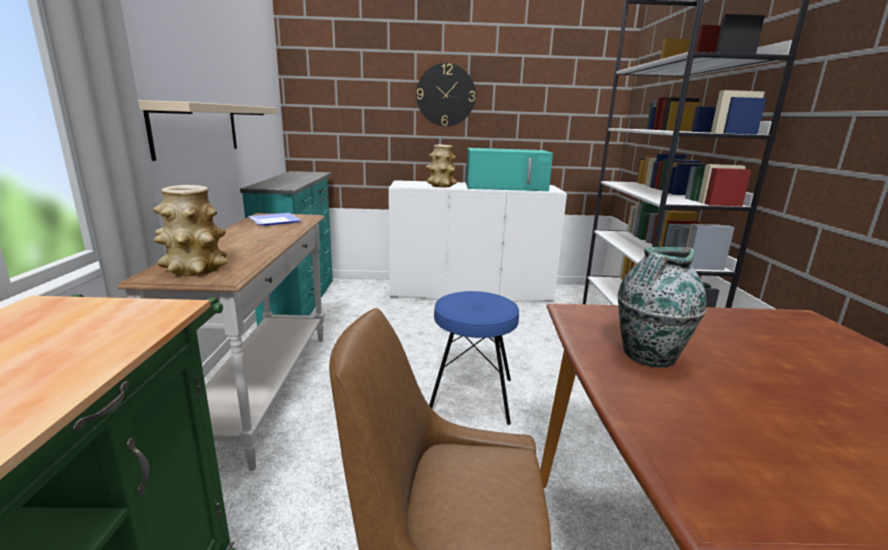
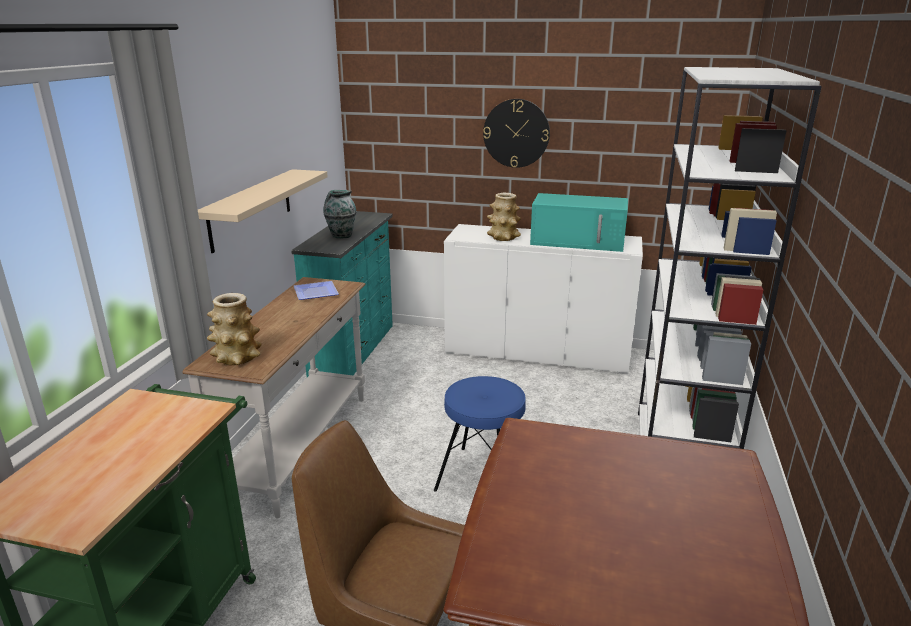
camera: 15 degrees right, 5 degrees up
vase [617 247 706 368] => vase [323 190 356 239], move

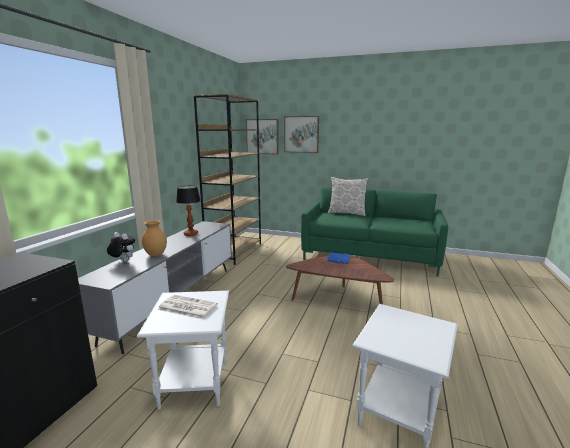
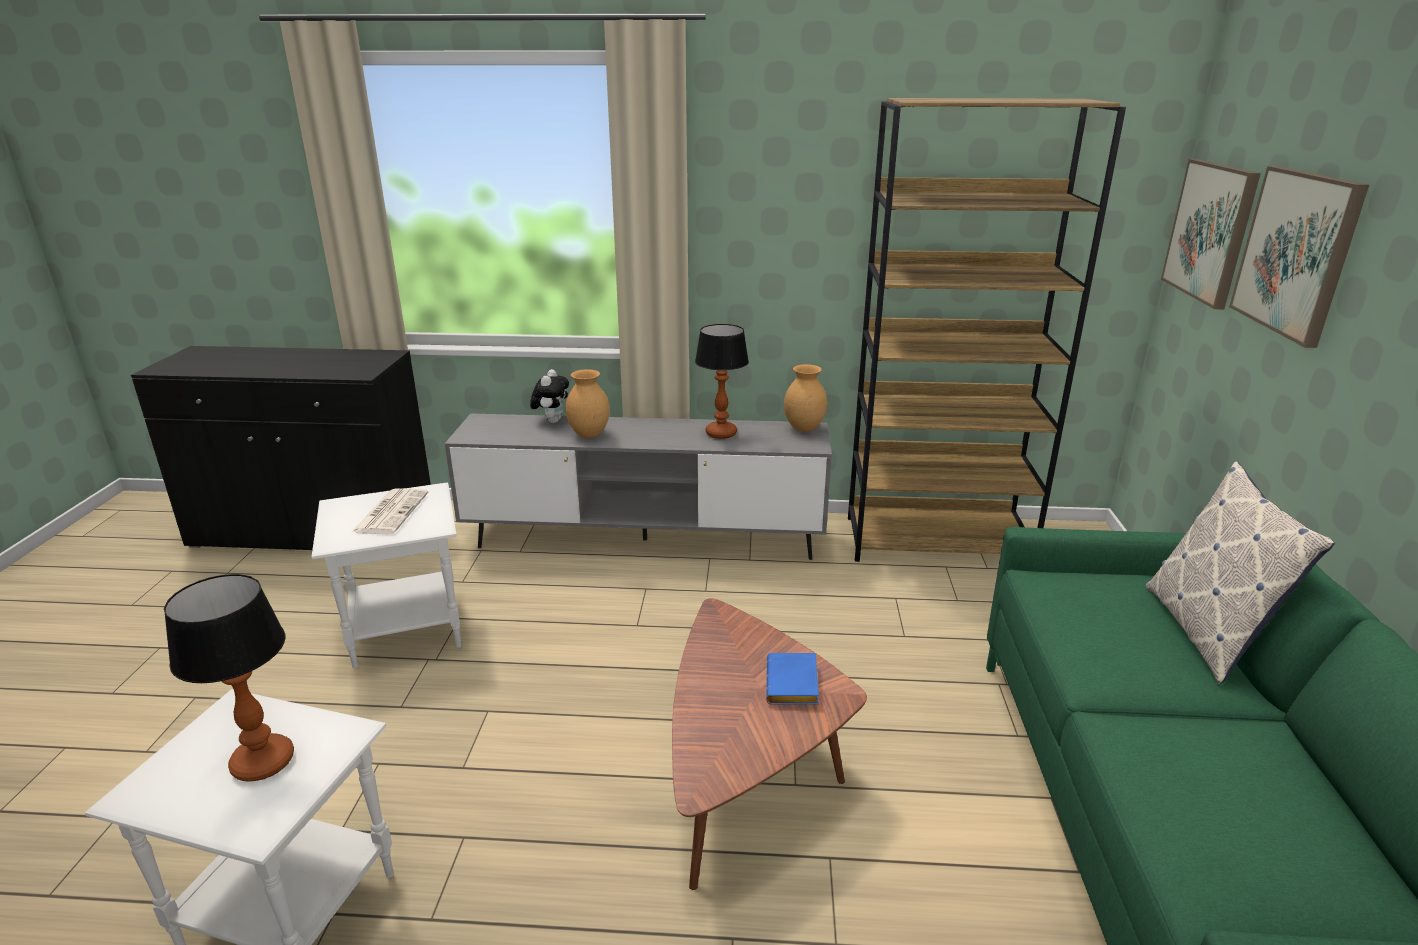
camera: 75 degrees right, 10 degrees up
nothing => lampe de table [164 574 294 782]
nothing => vase [marron] [784 364 827 432]

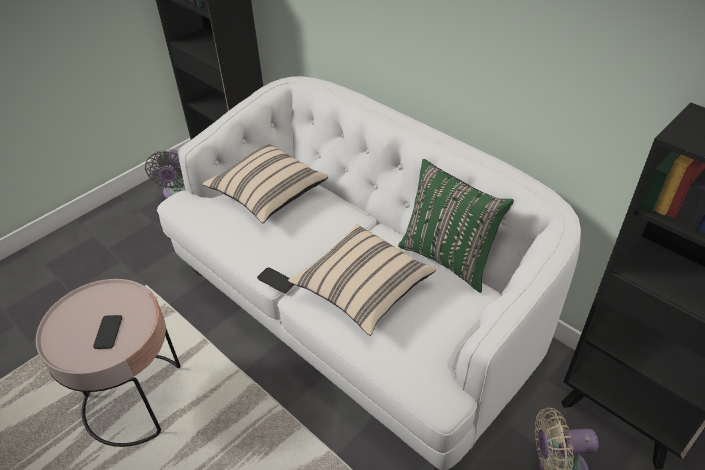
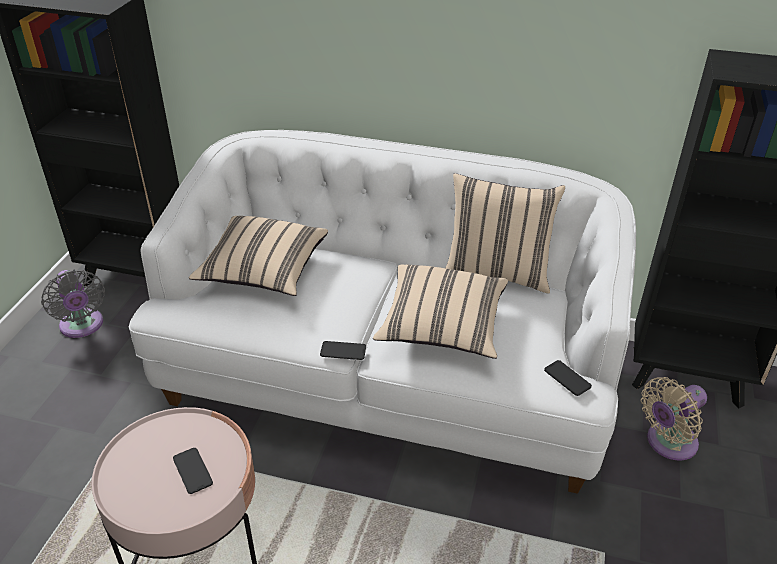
camera: 30 degrees left, 5 degrees down
coussin [vert] [398 159 514 293] => coussin [beige] [446 173 565 294]
nothing => téléphone [544 360 592 396]

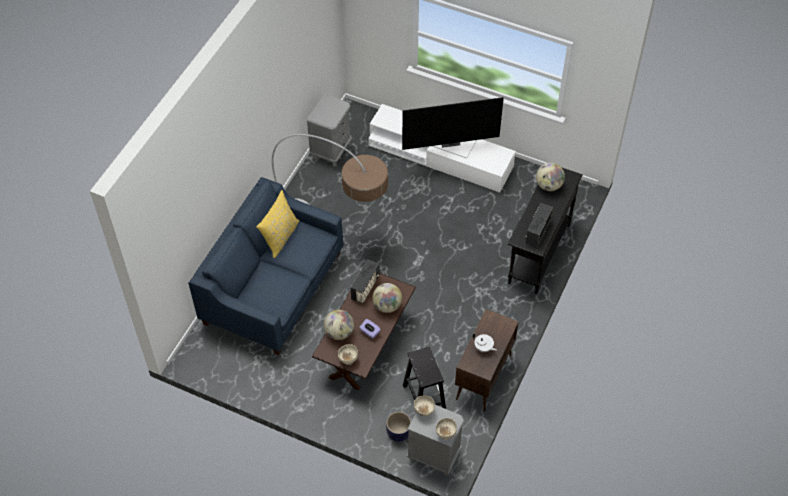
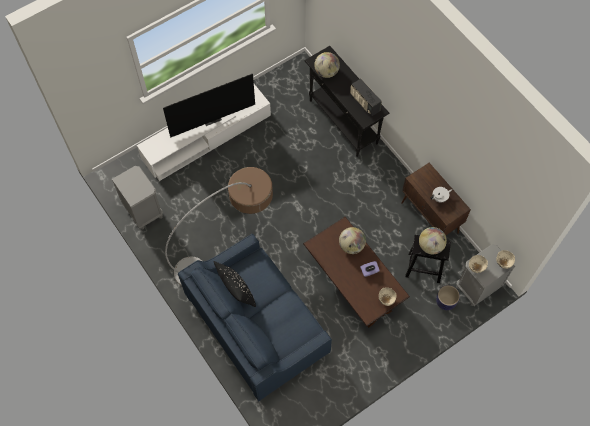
camera: 60 degrees left, 10 degrees up
téléviseur [402 97 504 150] => téléviseur [163 74 255 138], 45 degrees clockwise
coussin [jaune] [256 190 299 258] => coussin [noir] [213 261 256 307]
globe [324 310 354 340] => globe [419 227 447 254], move
radio [351 259 380 304] => nothing

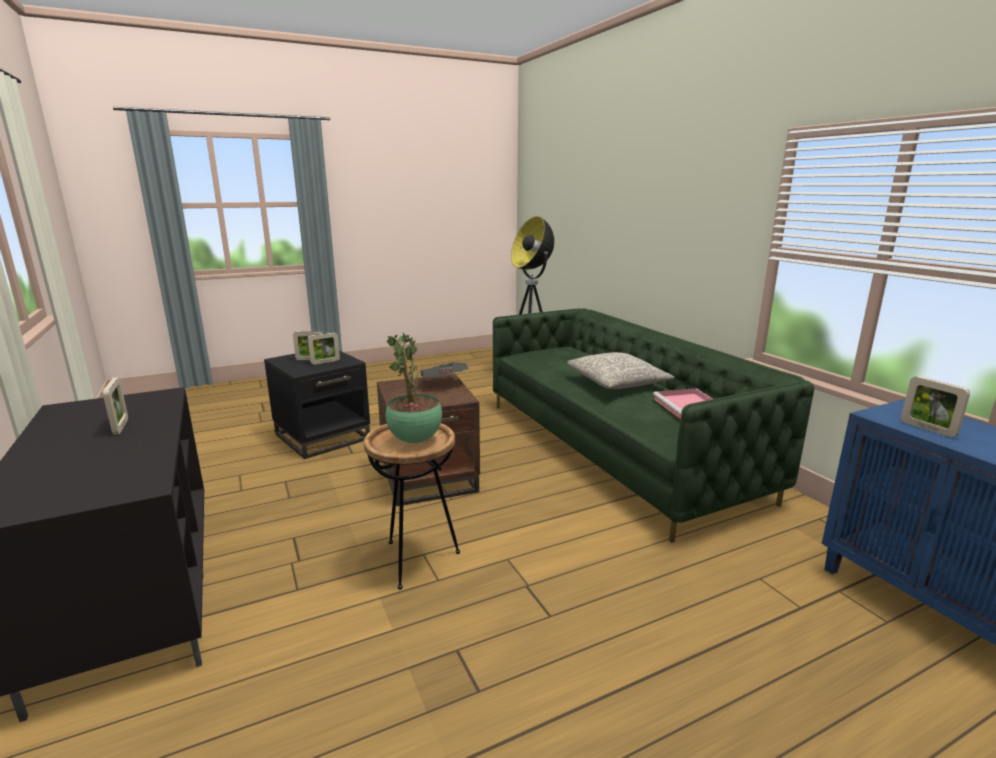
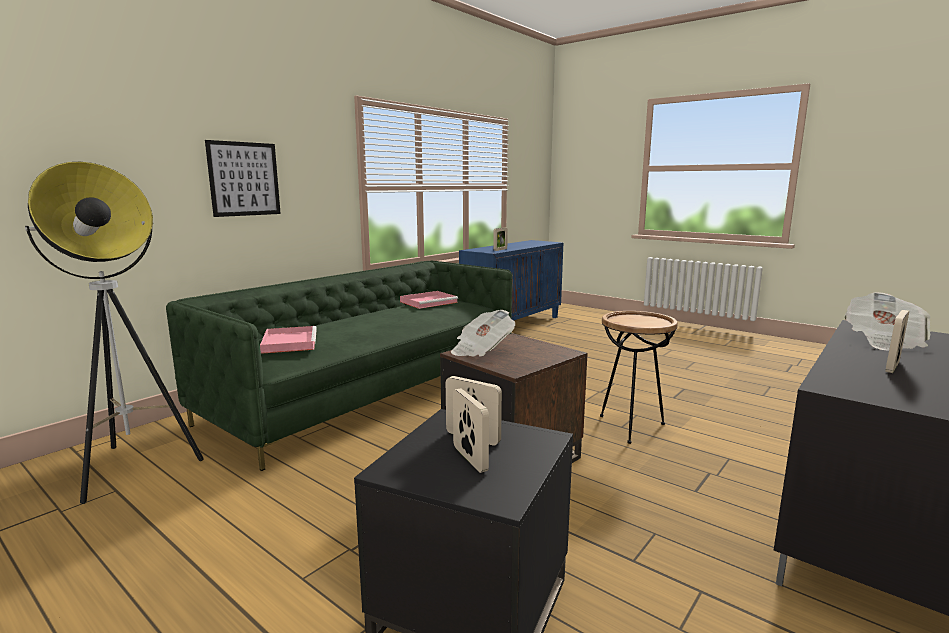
camera: 115 degrees left, 5 degrees down
nothing => tableau [205 140 281 217]
nothing => plateau [rose] [260 326 317 354]
nothing => journal [844 292 930 351]
plante en pot [386 333 442 443] => nothing
coussin [gris] [567 352 675 389] => nothing

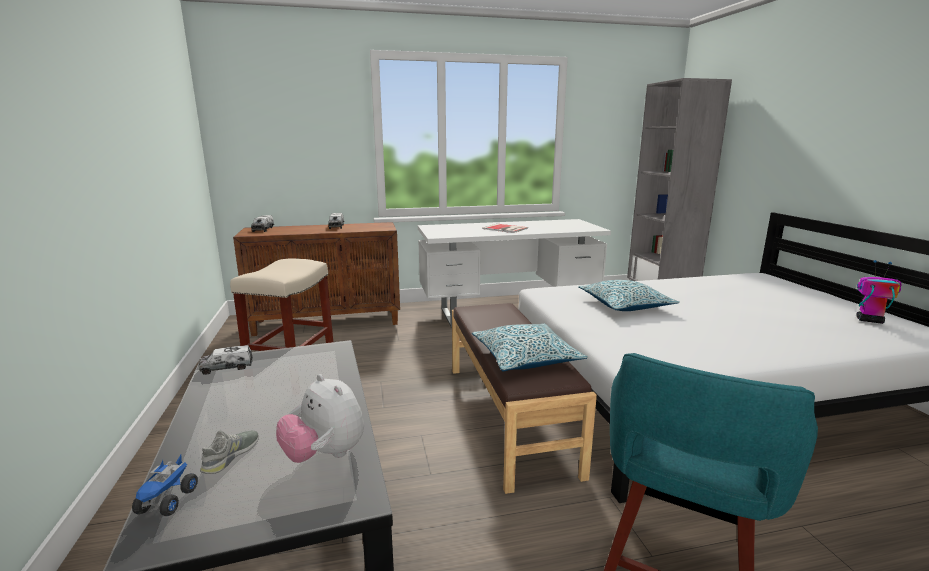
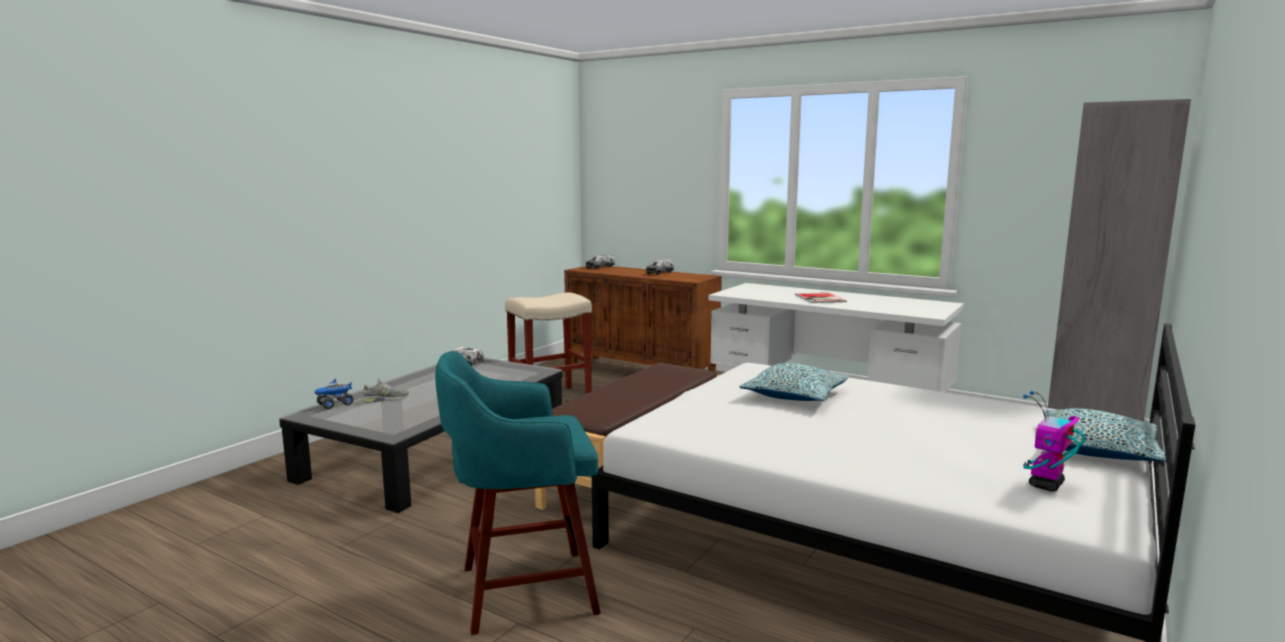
camera: 45 degrees right, 5 degrees down
robot jouet [856 260 902 324] => robot jouet [1023 391 1085 491], 120 degrees counterclockwise
coussin [472 324 588 372] => coussin [1043 408 1166 462], move
peluche [276 374 364 463] => nothing

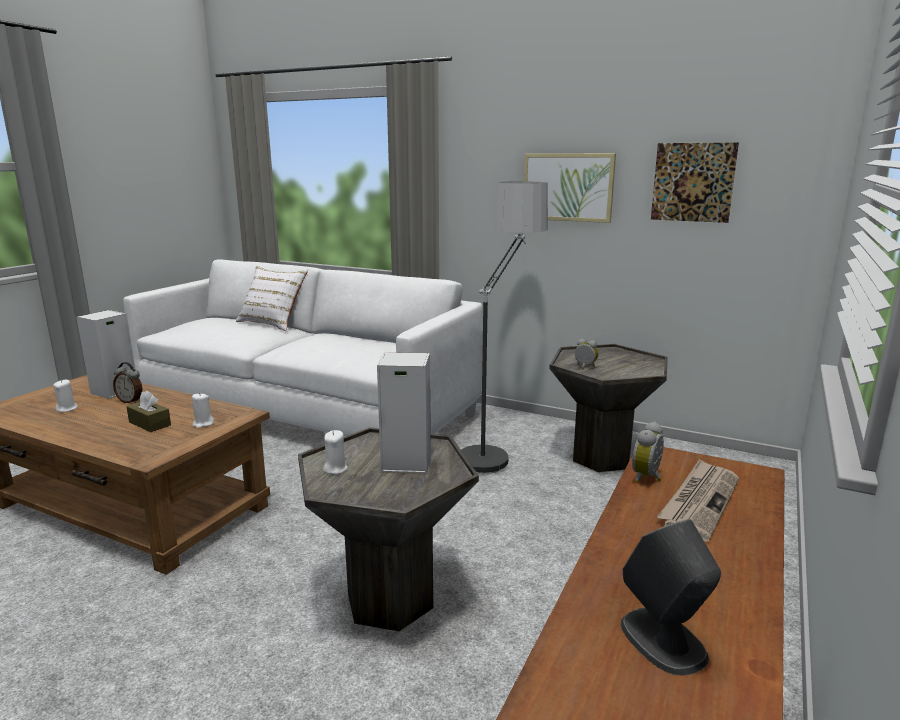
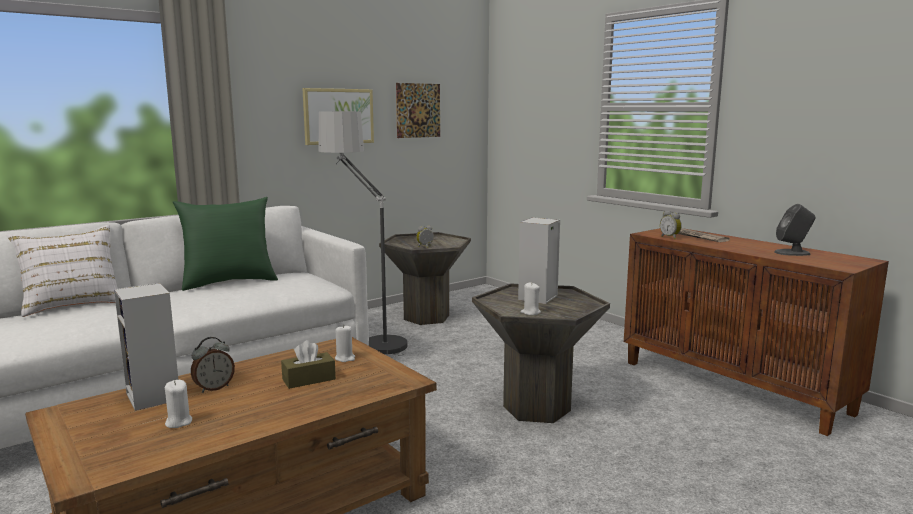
camera: 65 degrees left, 5 degrees down
nothing => coussin [vert] [173 197 278 291]

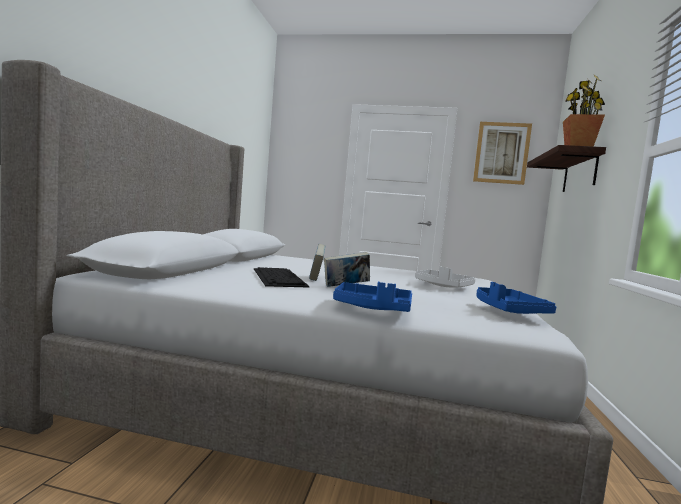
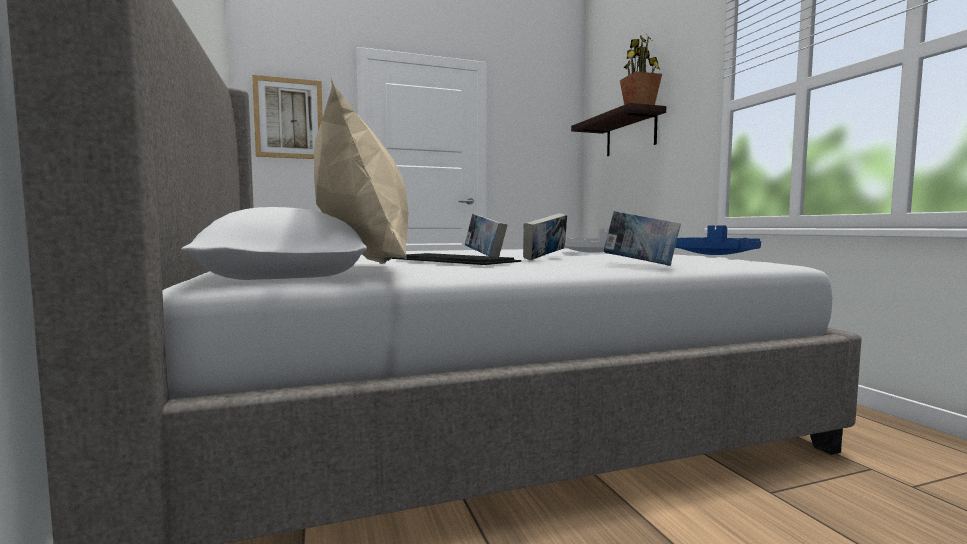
camera: 30 degrees left, 0 degrees up
tableau [473 122 532 185] => tableau [252 75 323 159], move
nothing => coussin [beige] [314 79 409 264]
plateau [bleu] [333 282 412 312] => livre [604 211 681 266]

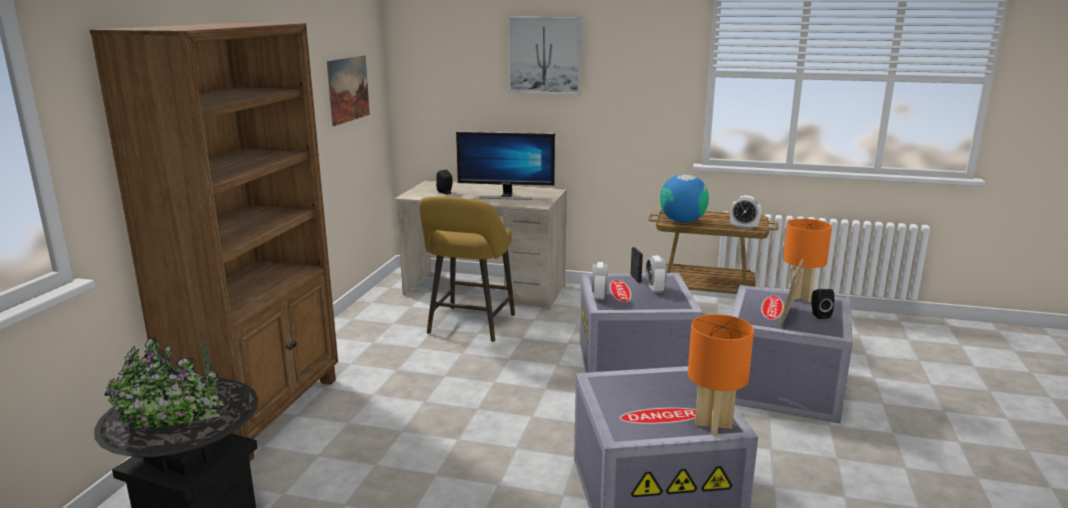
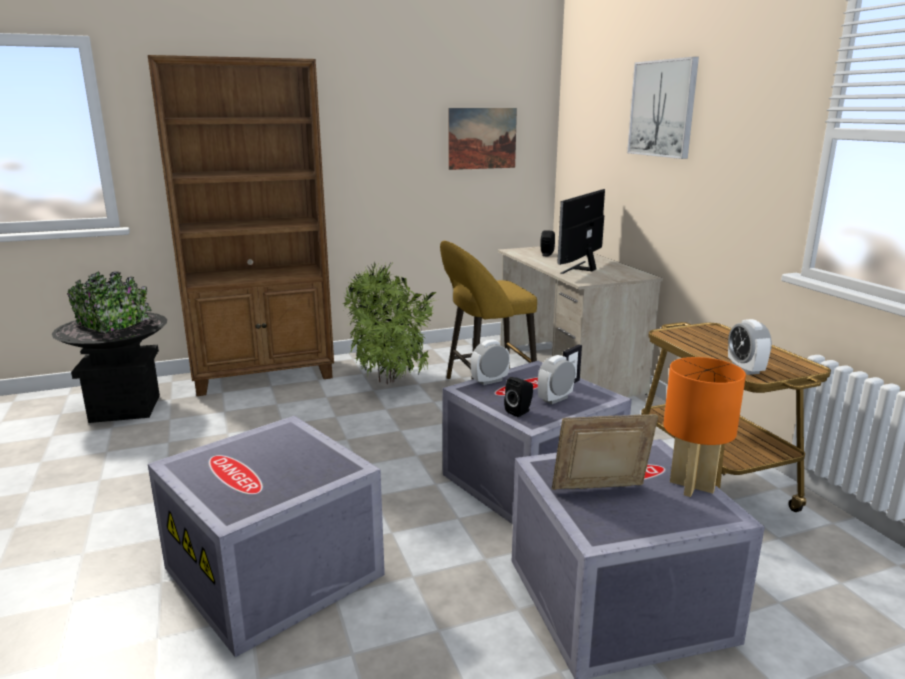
camera: 55 degrees right, 0 degrees up
nothing => plante en pot [343 261 436 384]
enceinte [noir] [811 289 835 319] => enceinte [noir] [504 377 533 417], move
écran d'ordinateur [456 131 555 200] => écran d'ordinateur [557 189 605 274], 60 degrees clockwise
globe [660 174 709 223] => nothing
lampe de table [orange] [688 314 754 436] => nothing

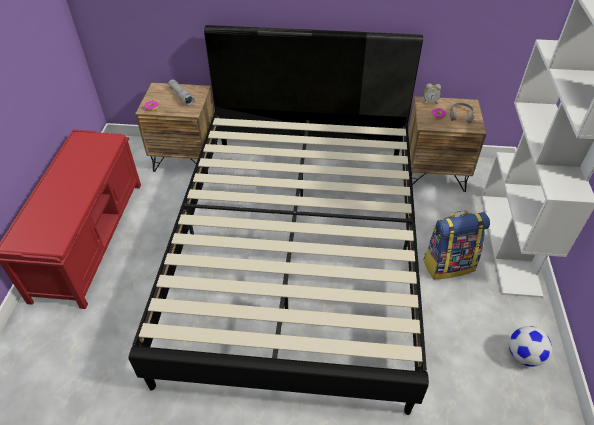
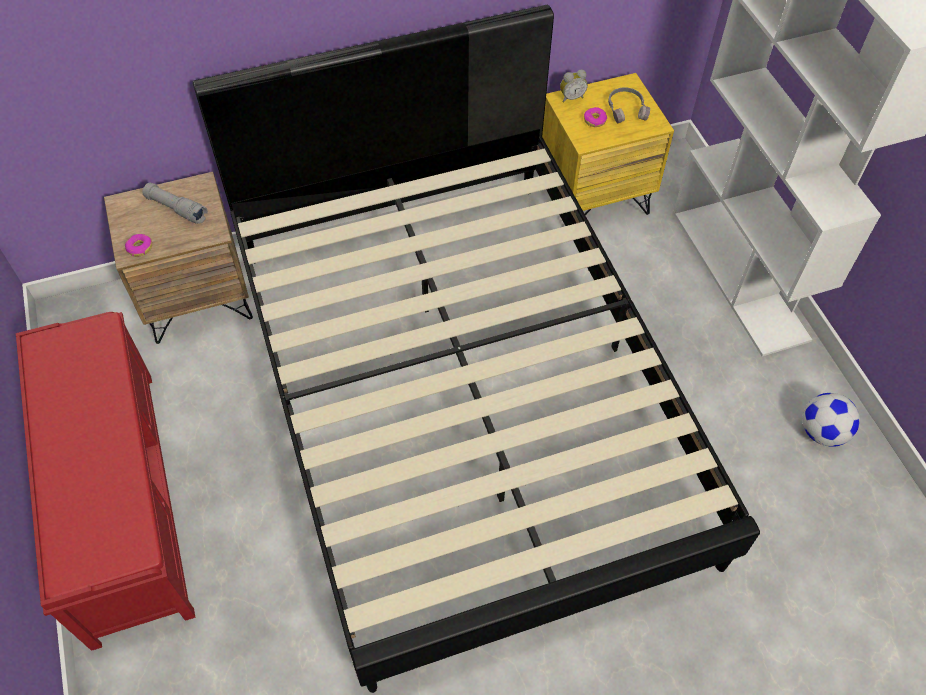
camera: 25 degrees left, 10 degrees up
table de chevet [marron] [408 96 486 192] => table de chevet [jaune] [542 73 674 215]
sac à dos [423 210 490 279] => nothing

